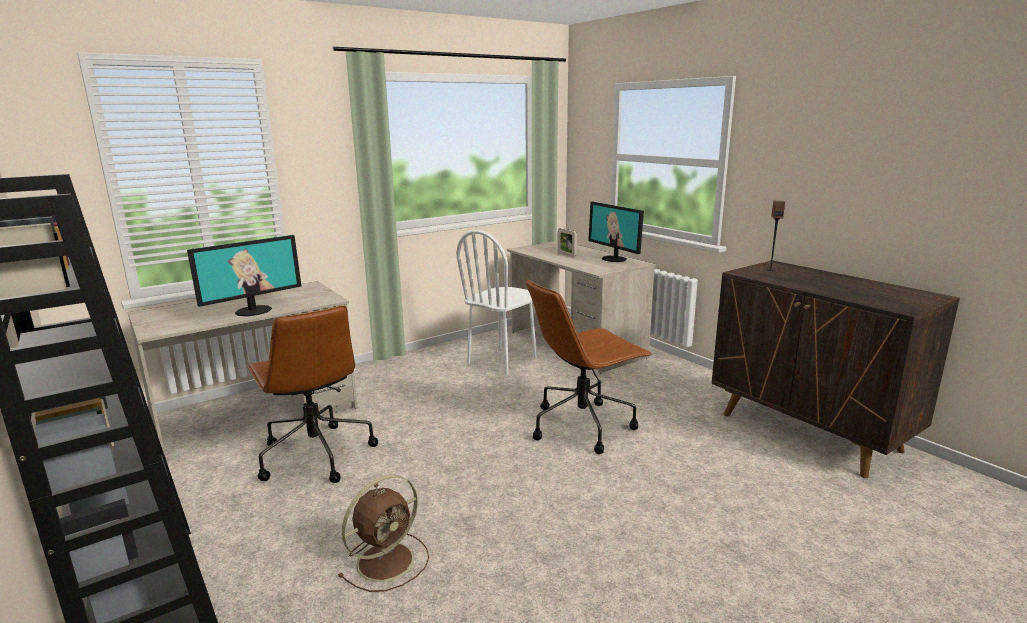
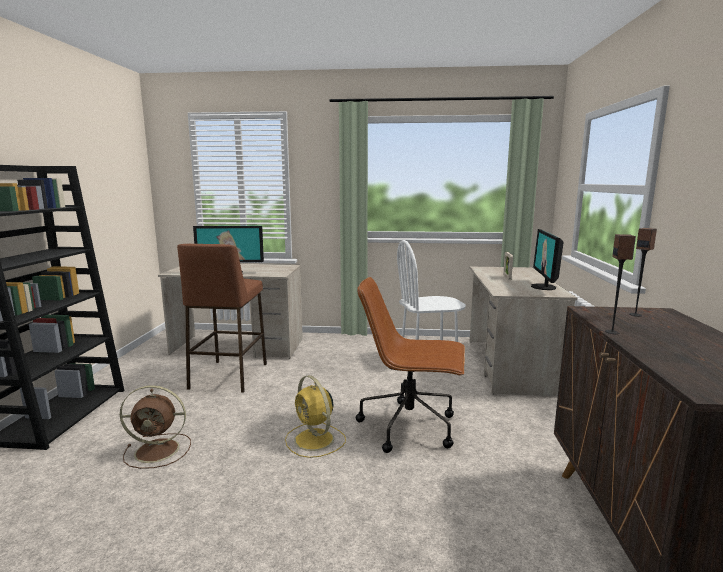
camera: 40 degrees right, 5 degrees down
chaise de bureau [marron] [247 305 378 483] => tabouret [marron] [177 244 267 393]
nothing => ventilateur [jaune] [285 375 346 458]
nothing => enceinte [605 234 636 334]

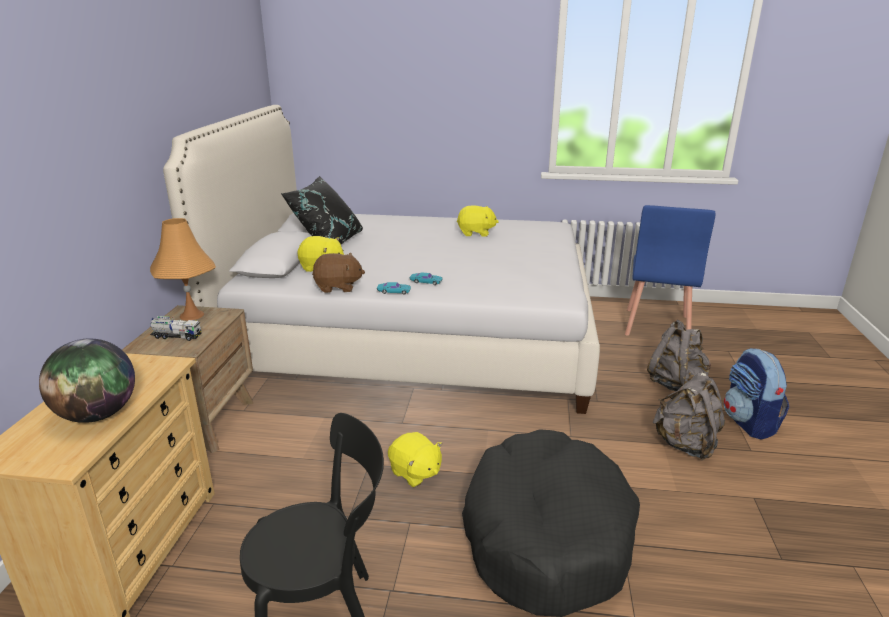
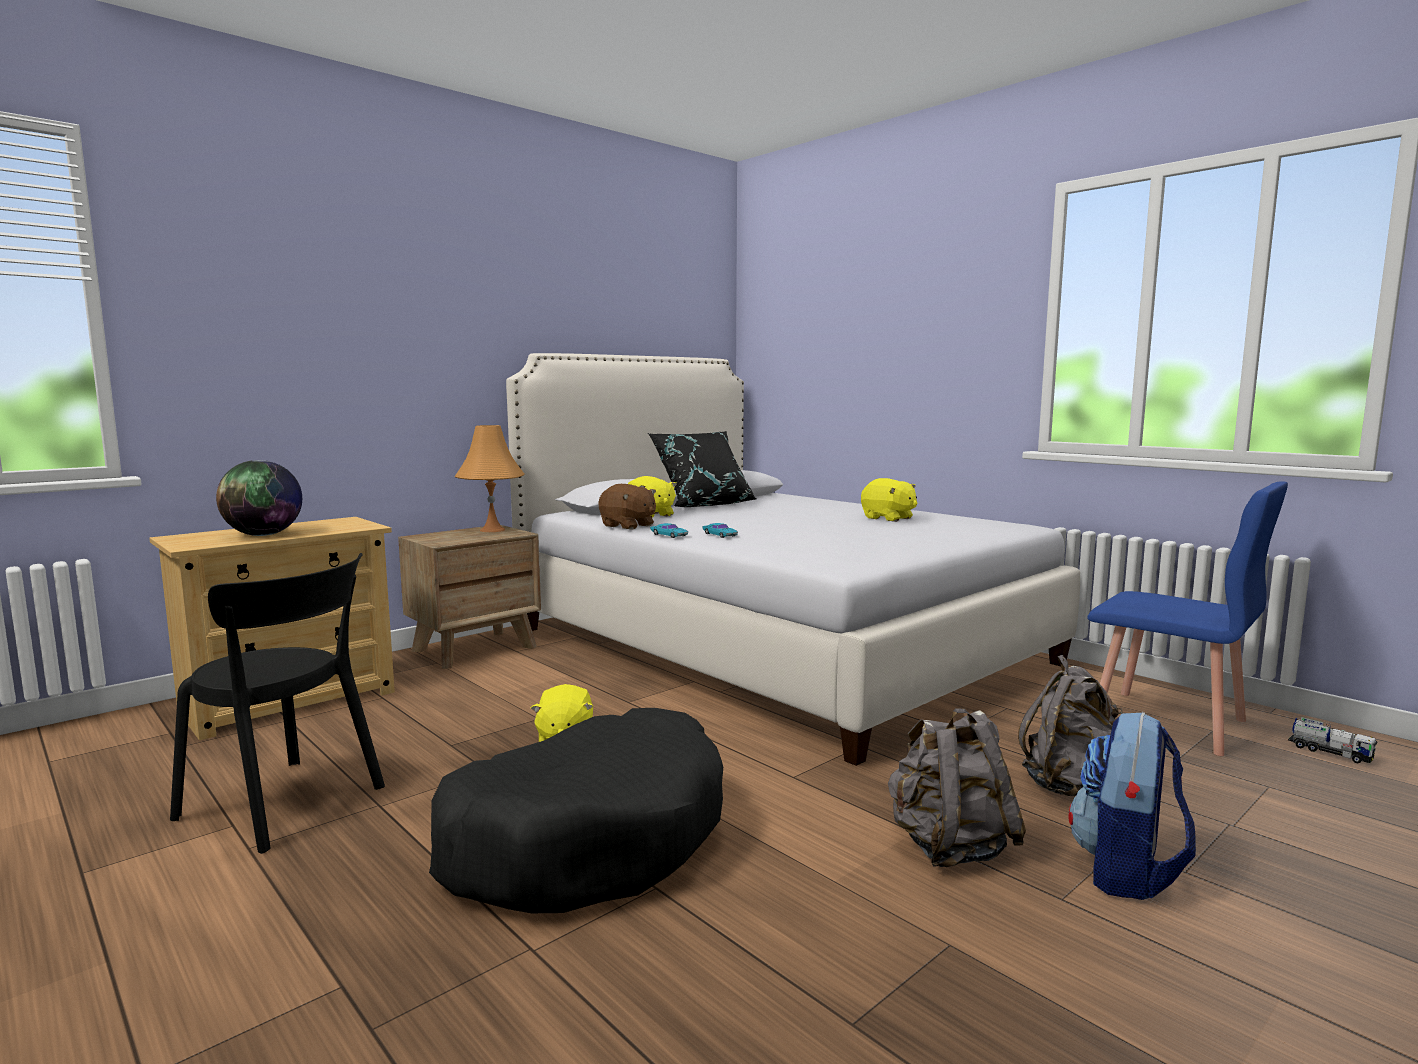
camera: 40 degrees right, 15 degrees down
chaise [bleu] [625 205 716 336] => chaise [bleu] [1087 481 1288 756], 105 degrees counterclockwise
camion jouet [150 316 202 341] => camion jouet [1288 717 1378 764], move

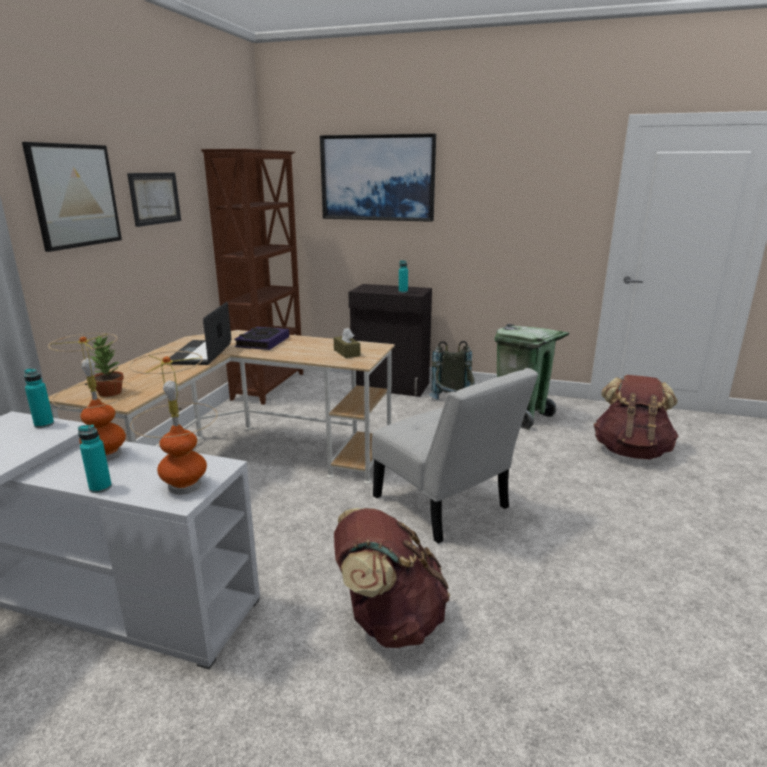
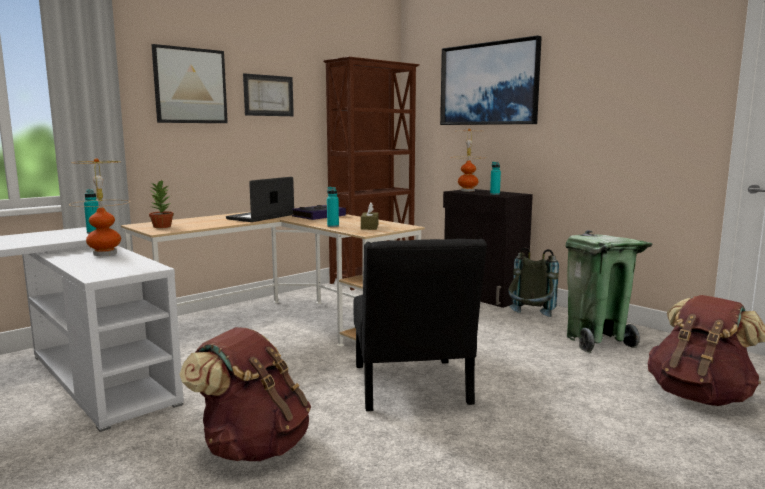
camera: 30 degrees right, 10 degrees down
bouteille [turquoise] [78 425 112 493] => bouteille [turquoise] [327 187 339 227], move
chaise [blanc] [372 368 538 544] => chaise [noir] [353 239 487 411]
lampe de table [129 351 218 495] => lampe de table [451 129 487 192], move

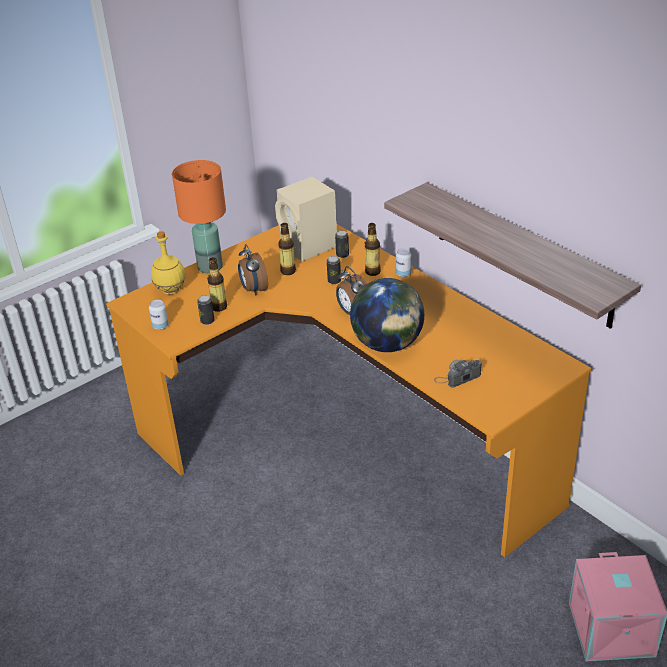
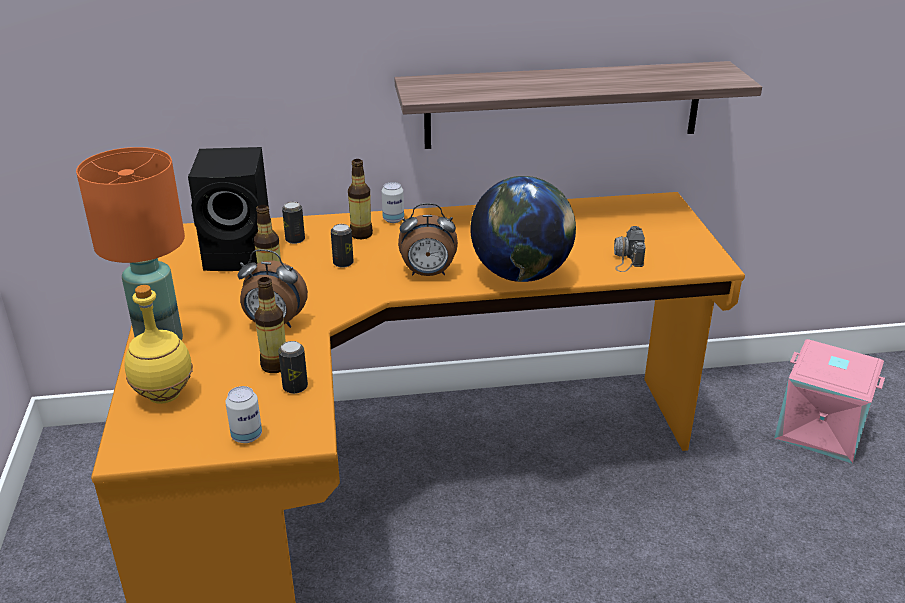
camera: 60 degrees left, 5 degrees down
enceinte [beige] [275 177 337 261] => enceinte [noir] [188 147 269 271]

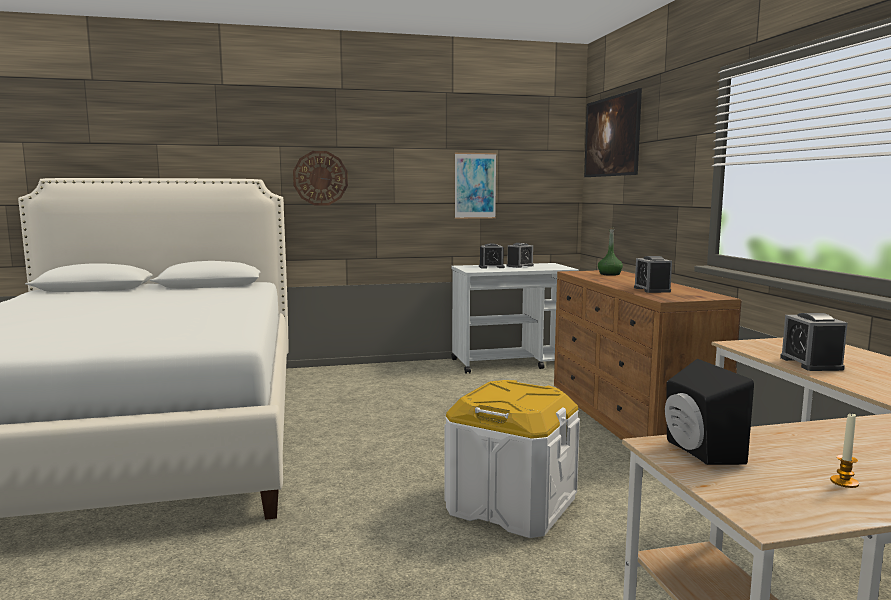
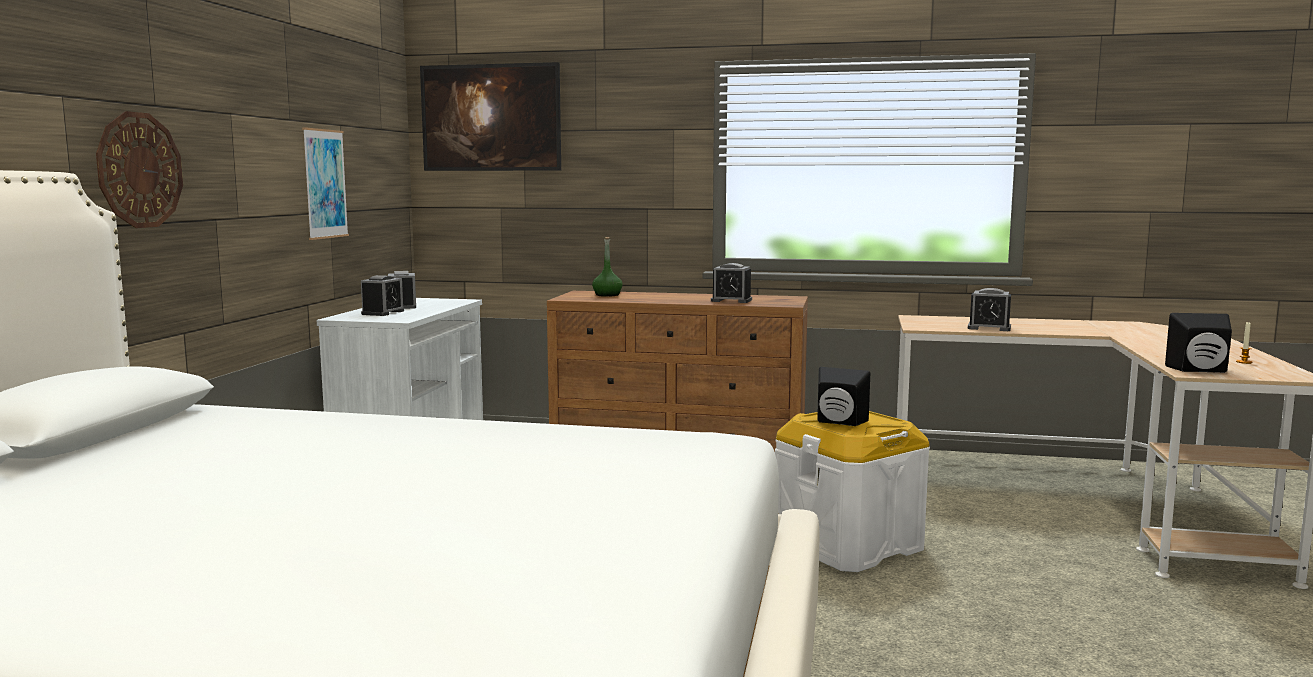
camera: 65 degrees left, 0 degrees up
nothing => enceinte [noir] [817 367 870 426]

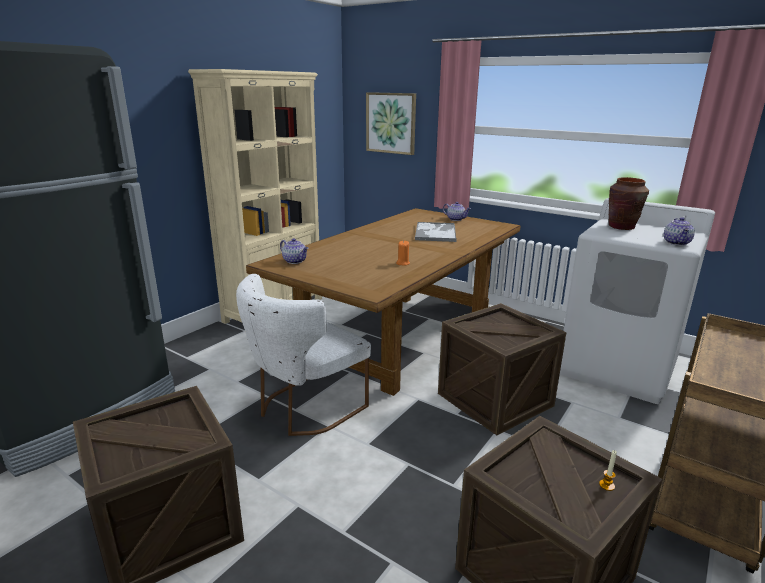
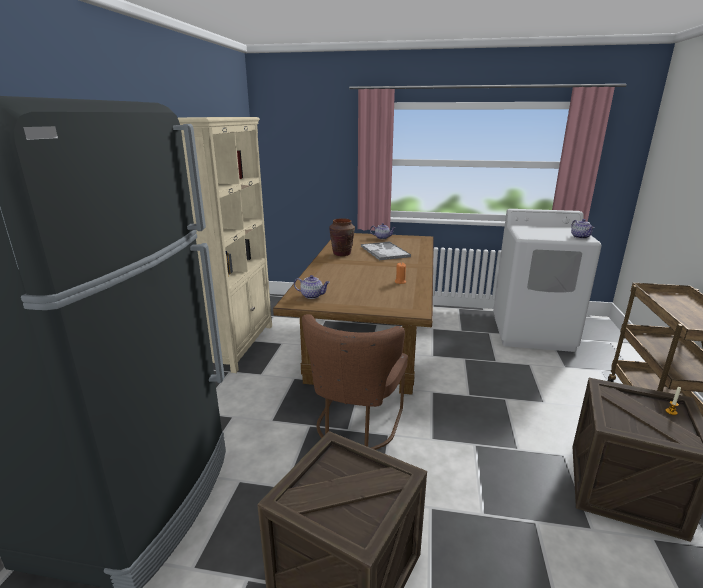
camera: 25 degrees left, 0 degrees up
chaise [blanc] [236 274 371 436] => chaise [marron] [302 314 408 450]
vase [marron] [608 177 649 230] => vase [marron] [329 218 355 256], move
tableau [366 92 416 155] => nothing
caisse [438 303 566 435] => nothing

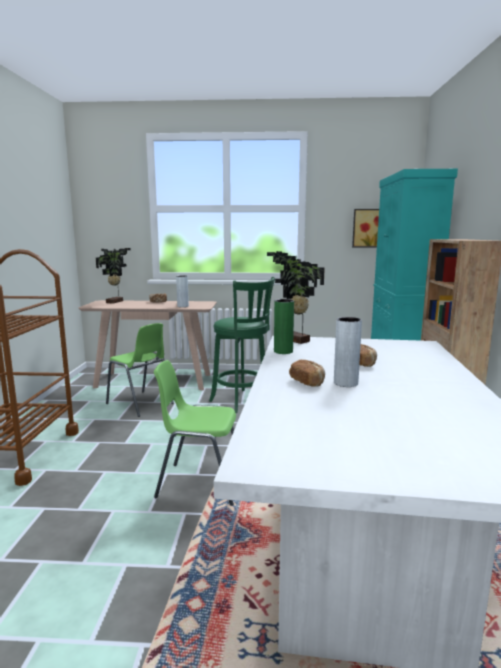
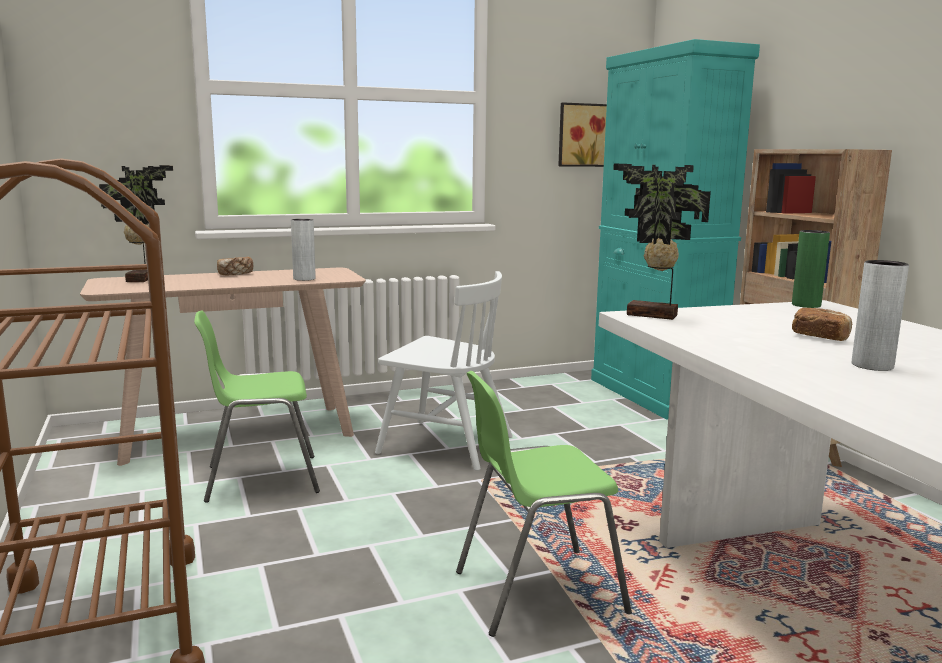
camera: 25 degrees left, 0 degrees up
chaise [vert] [106 323 174 417] => chaise [vert] [194 310 320 503], 150 degrees clockwise
tabouret [vert] [209 277 275 413] => chaise [blanc] [375 271 513 471]
vase [vert] [274 299 294 354] => vase [vert] [792 230 830 308], move
pain [289 360 325 387] => nothing

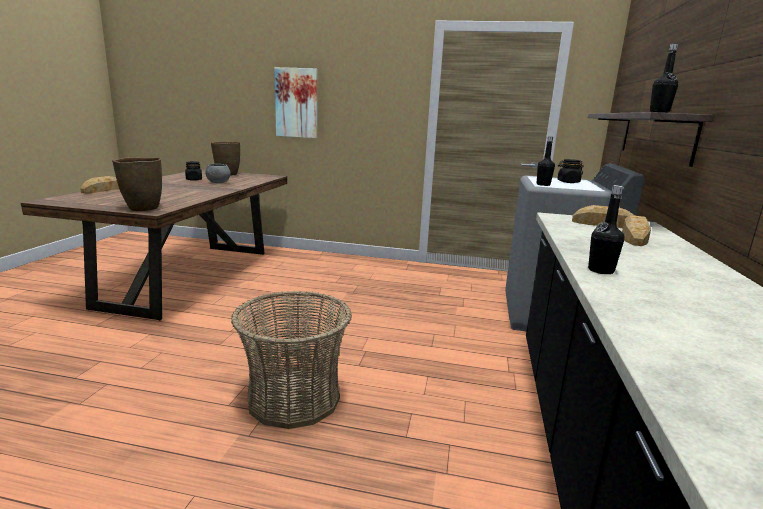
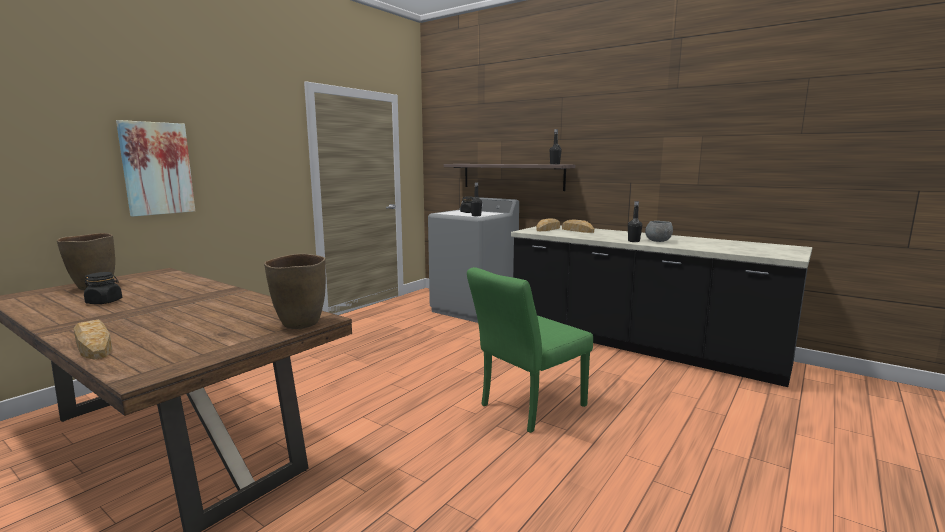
camera: 65 degrees left, 5 degrees down
panier [231 291 352 429] => chaise [vert] [467 267 593 433]
bol [gris] [206 164 231 183] => bol [gris] [645 221 673 242], move

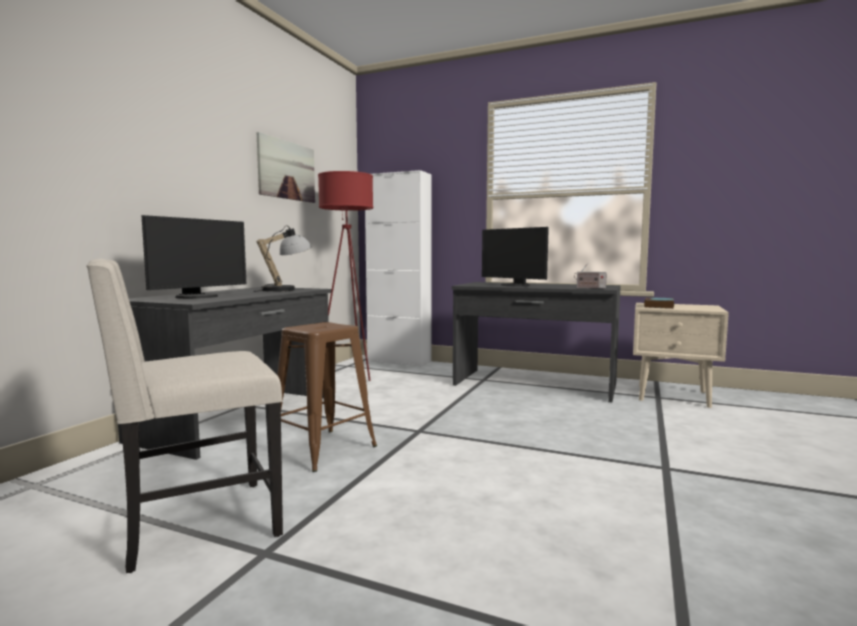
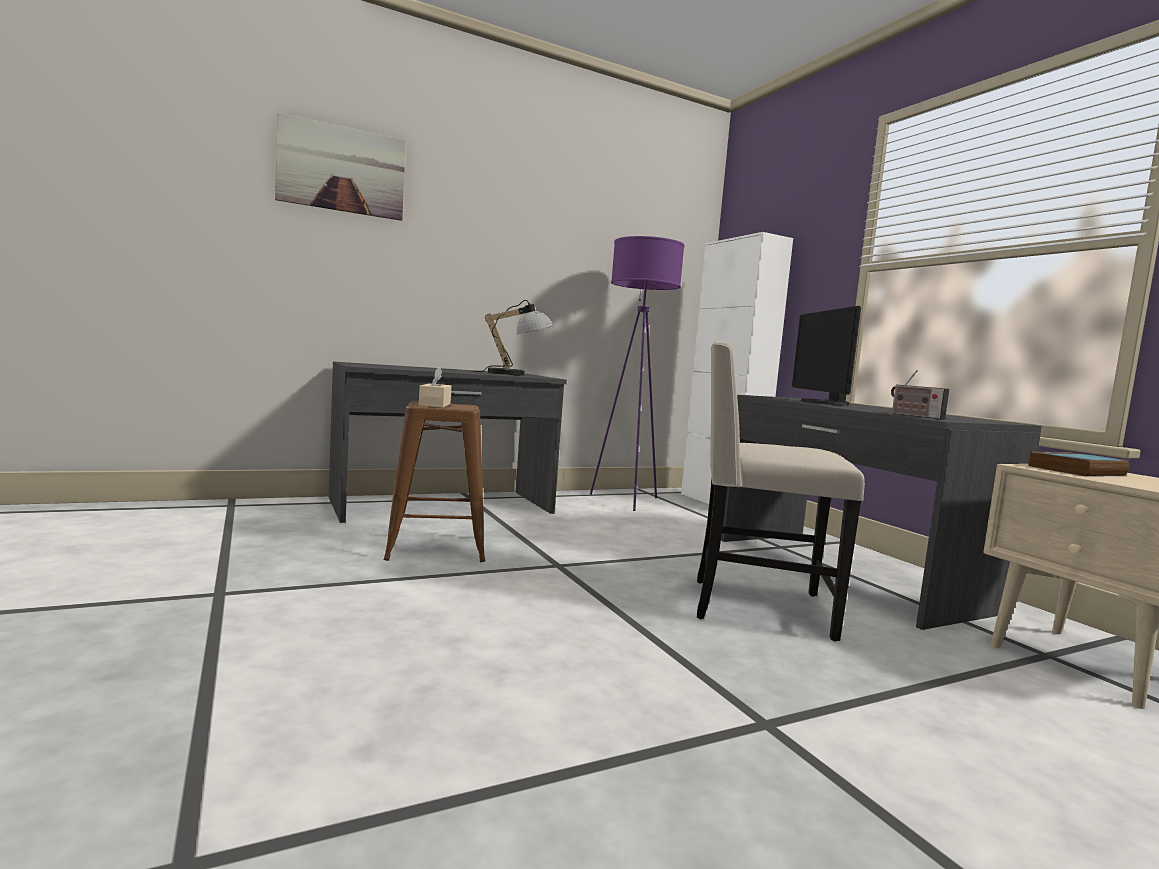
camera: 40 degrees right, 0 degrees up
tableau [257 132 315 203] => tableau [275 112 406 221], move
nothing => boîte à mouchoirs [beige] [419 367 451 408]
lampadaire [rouge] [318 171 373 381] => lampadaire [violet] [590 236 684 511]
chaise [beige] [86 259 283 573] => chaise [beige] [697 341 865 642], move
écran d'ordinateur [142 215 246 299] => nothing

